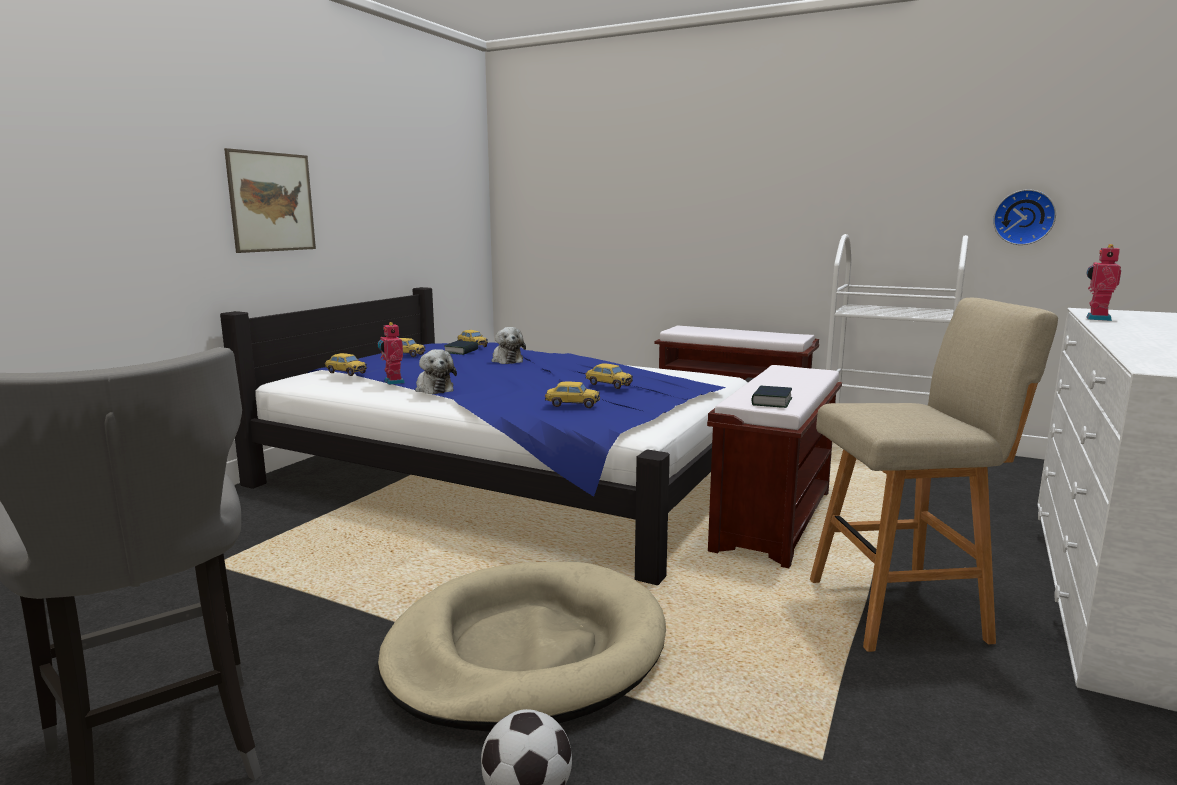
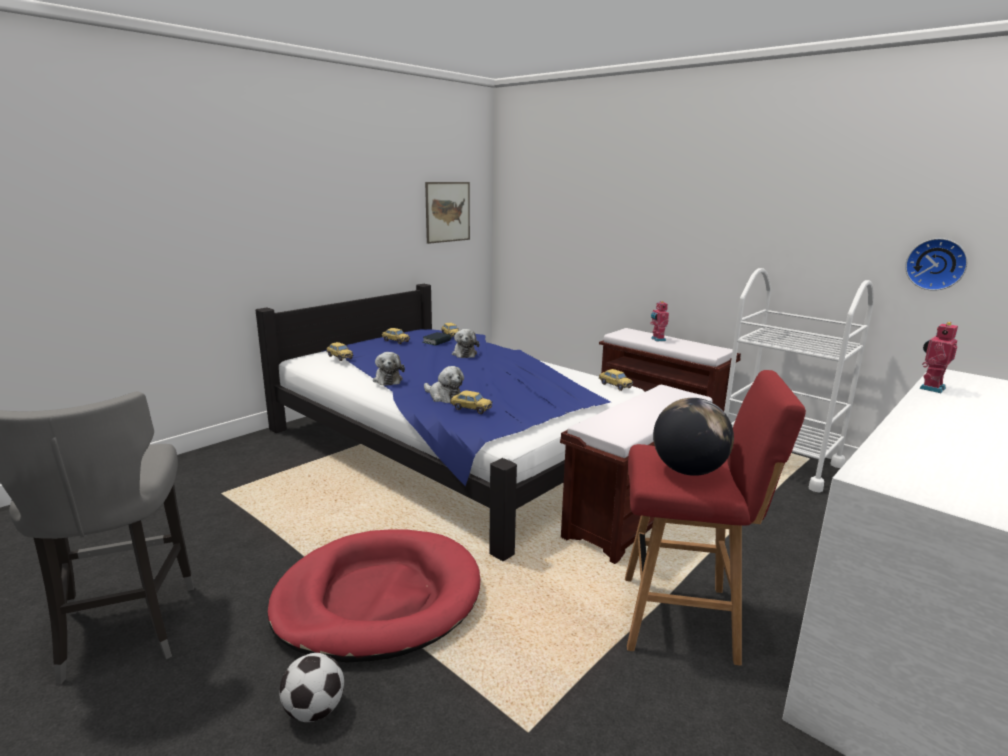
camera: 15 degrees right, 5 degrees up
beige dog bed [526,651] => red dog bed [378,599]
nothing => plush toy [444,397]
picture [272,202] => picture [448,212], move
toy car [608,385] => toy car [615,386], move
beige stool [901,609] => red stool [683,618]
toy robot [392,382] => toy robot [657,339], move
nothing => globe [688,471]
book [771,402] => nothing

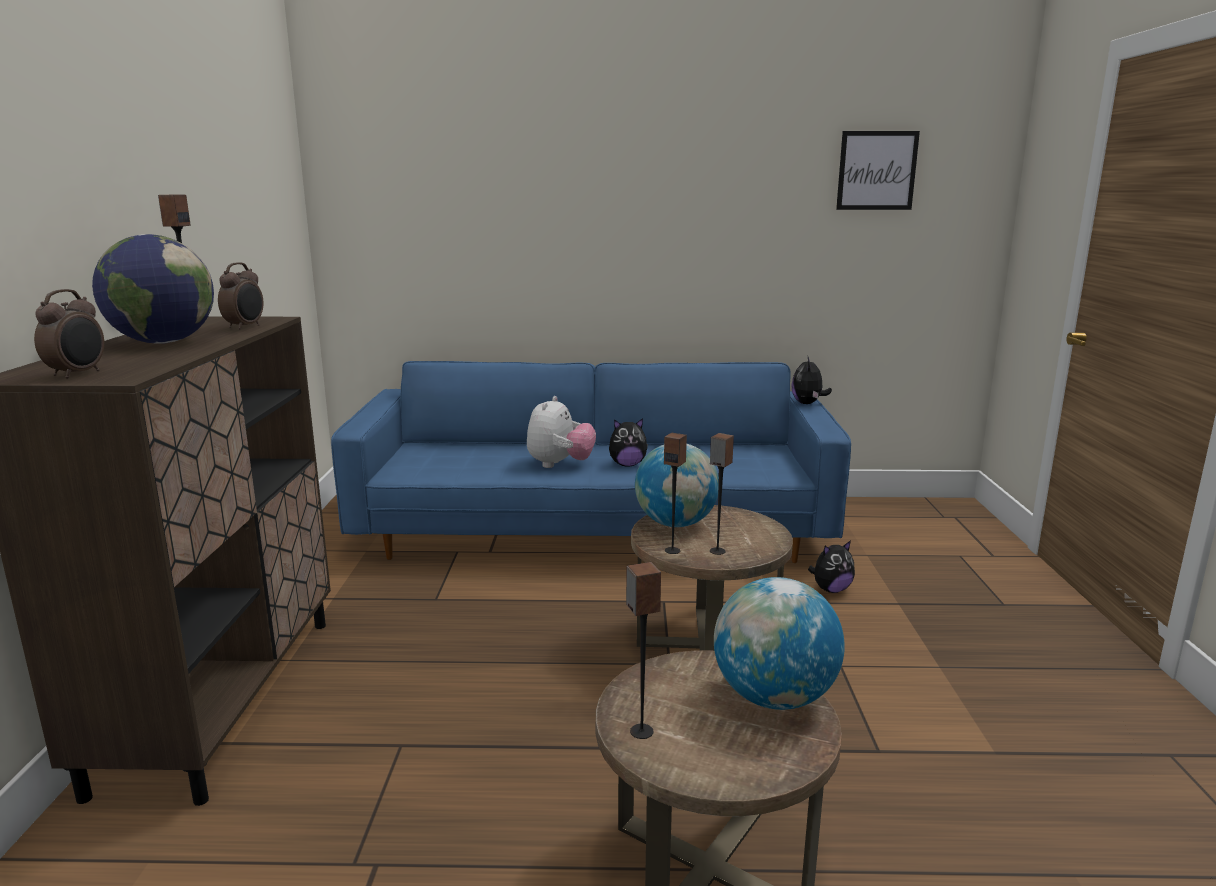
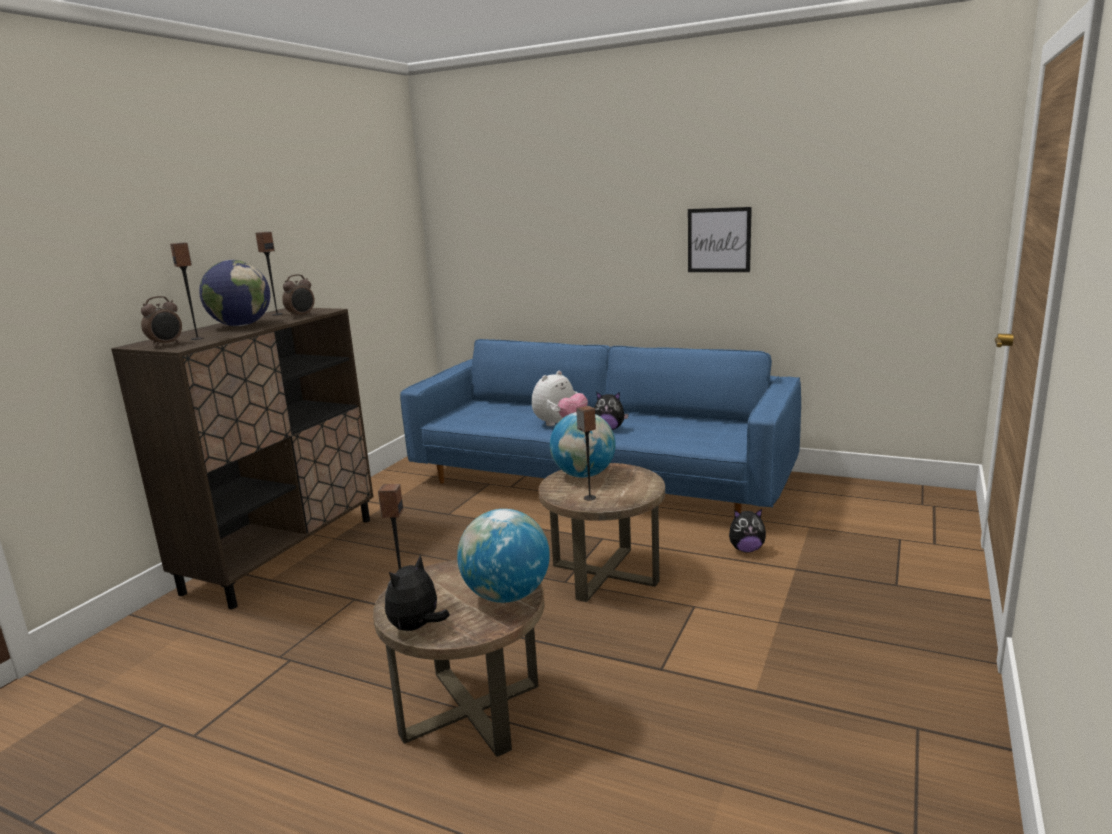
camera: 25 degrees right, 0 degrees up
speaker [672,550] => speaker [197,338], move
plush toy [808,403] => plush toy [416,628], move
picture [877,170] => picture [719,240], move

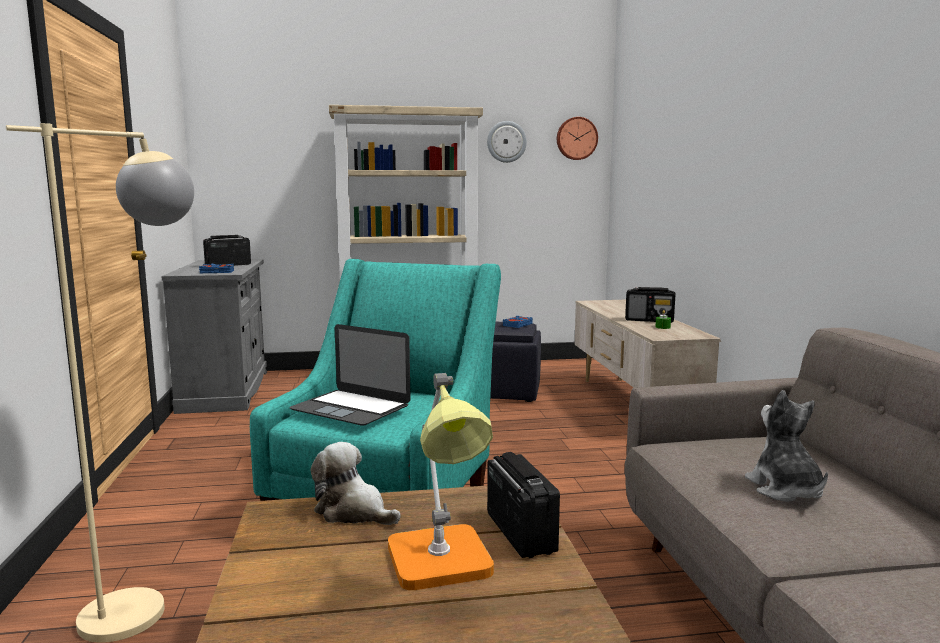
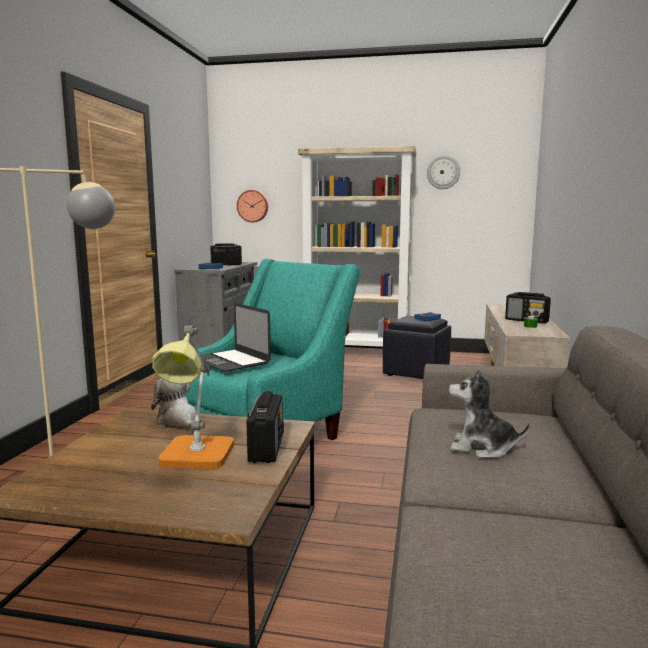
camera: 20 degrees right, 0 degrees up
wall clock [576,138] => wall clock [253,206], move
plush toy [785,490] => plush toy [482,448], 75 degrees counterclockwise

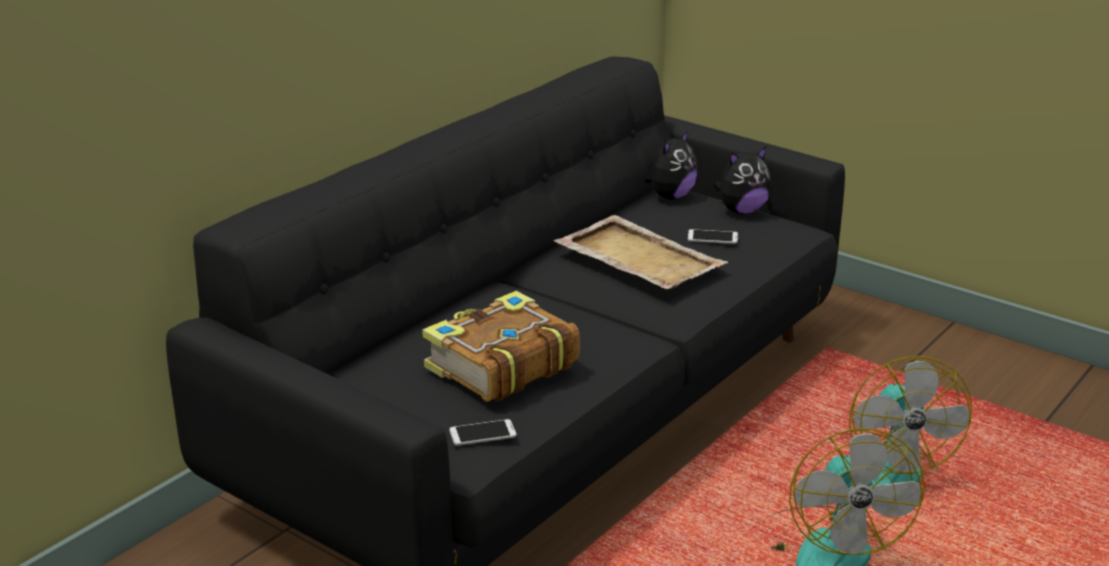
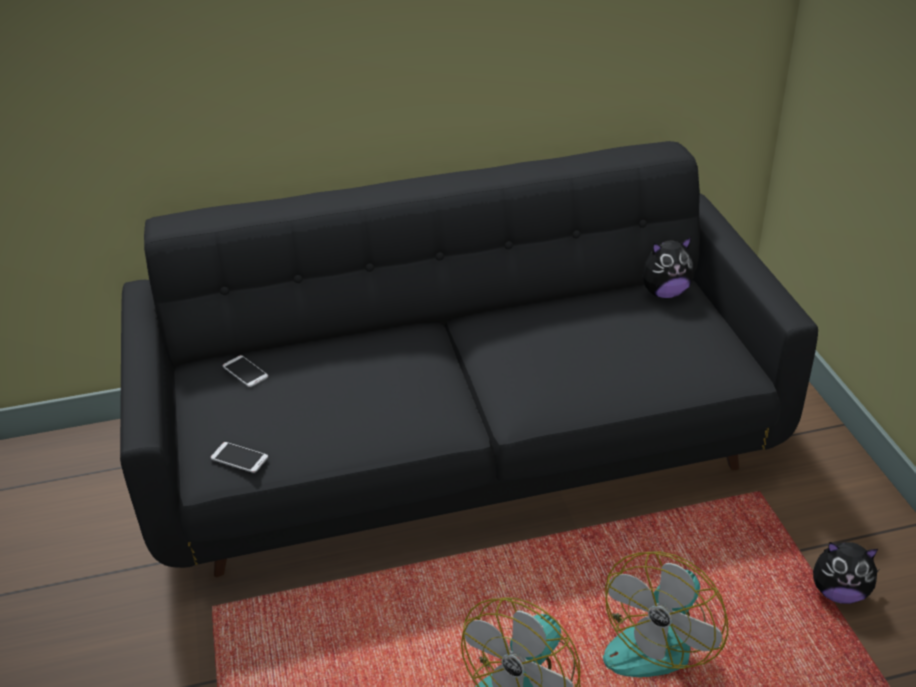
camera: 40 degrees right, 10 degrees up
phone [712,237] => phone [245,371], move
plush toy [741,211] => plush toy [839,592], move
book [499,366] => nothing
beige tray [638,257] => nothing

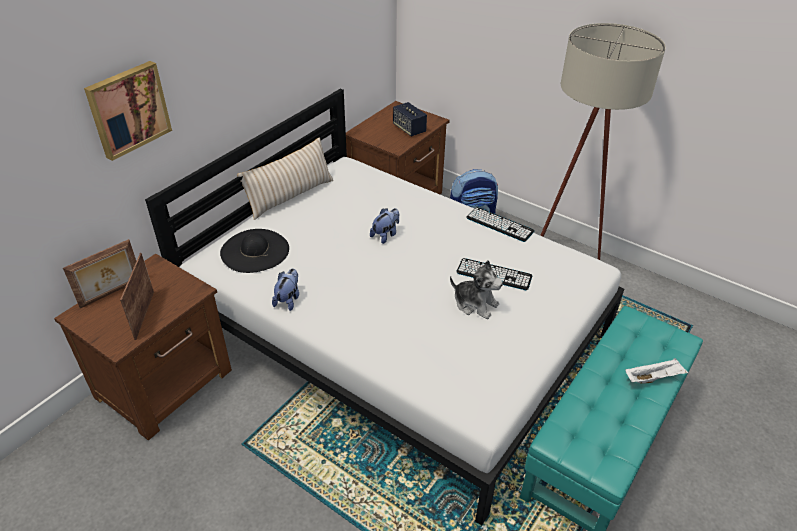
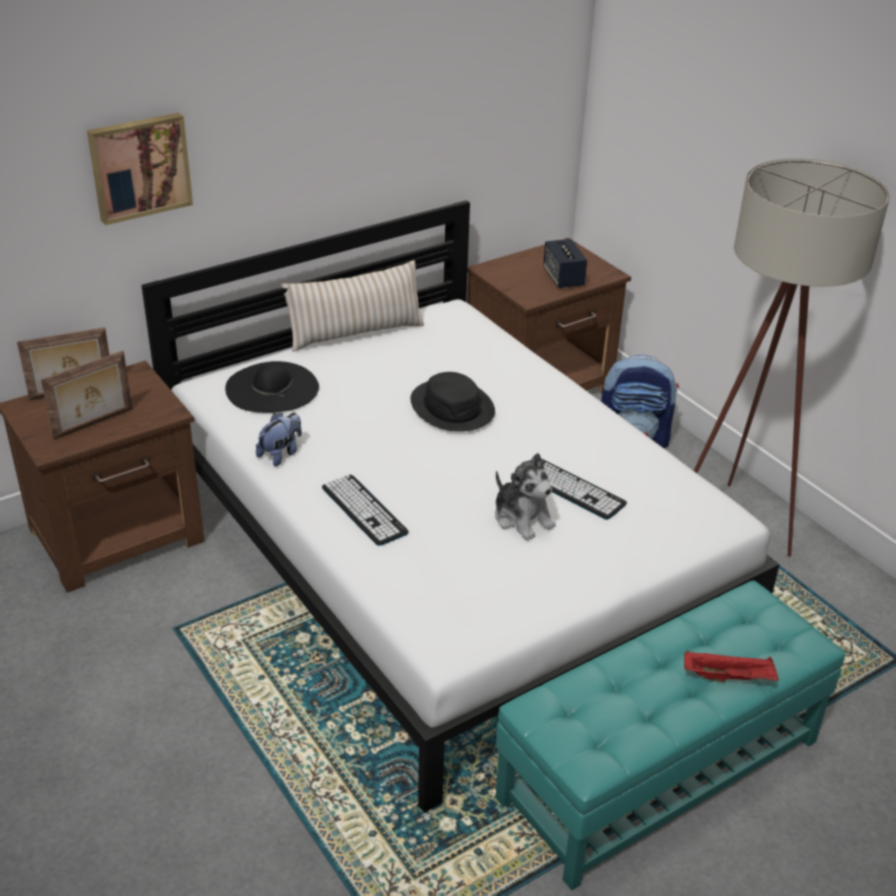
camera: 20 degrees right, 5 degrees down
picture frame [143,315] => picture frame [94,424], 150 degrees counterclockwise
keyboard [499,224] => keyboard [364,510], move
plush toy [385,235] => black hat [452,407]
white tray [653,378] => red tray [729,677]

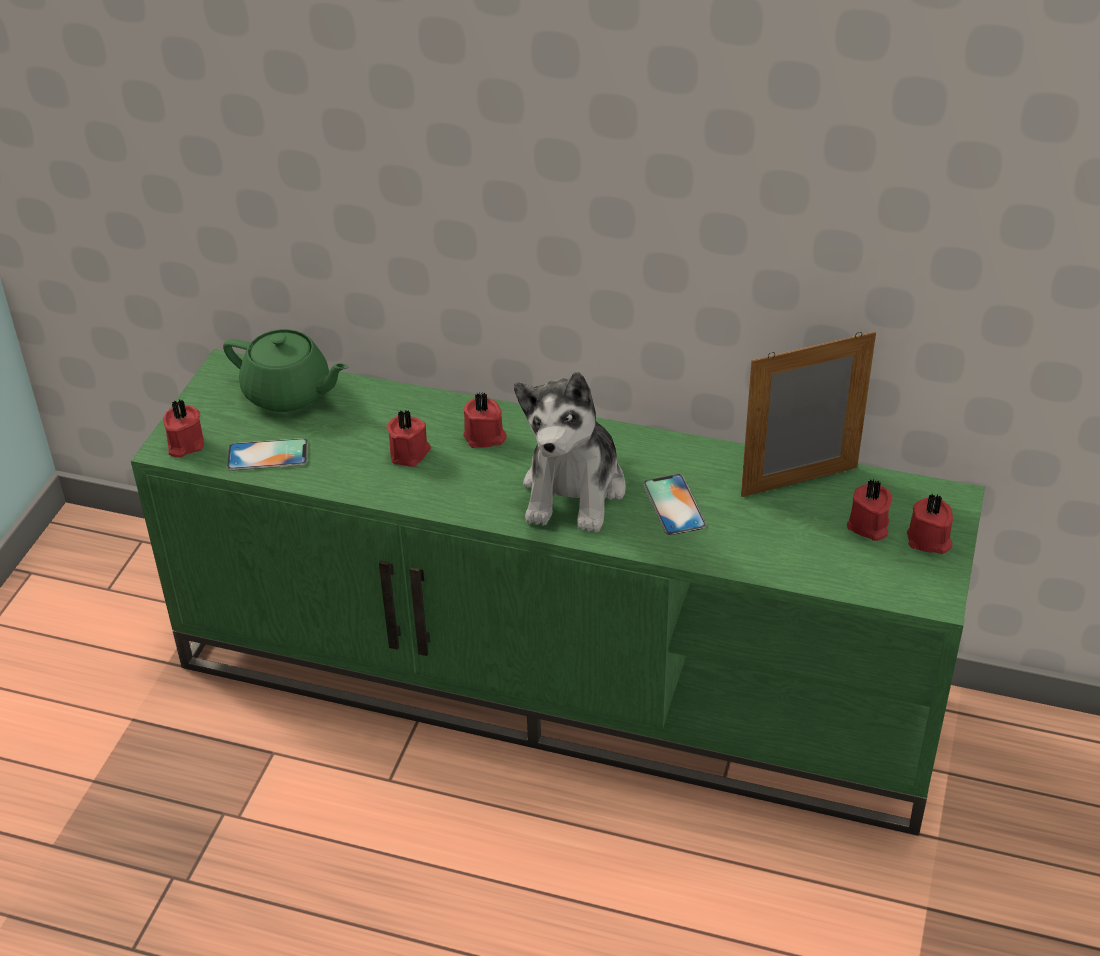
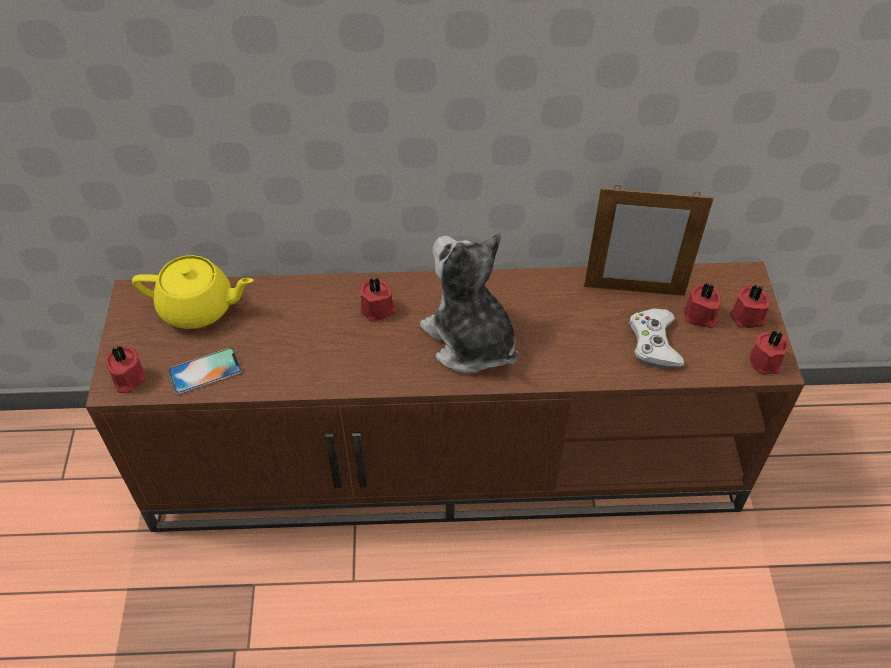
camera: 20 degrees left, 10 degrees up
green tv stand [561,680] => brown tv stand [448,459]
green teapot [289,393] => yellow teapot [198,308]
plush toy [574,490] => plush toy [470,341], 150 degrees clockwise
picture frame [799,481] => picture frame [634,290], 135 degrees counterclockwise
nothing => white game controller [654,343]
red candle [410,453] => red candle [766,361], move
phone [674,505] => nothing

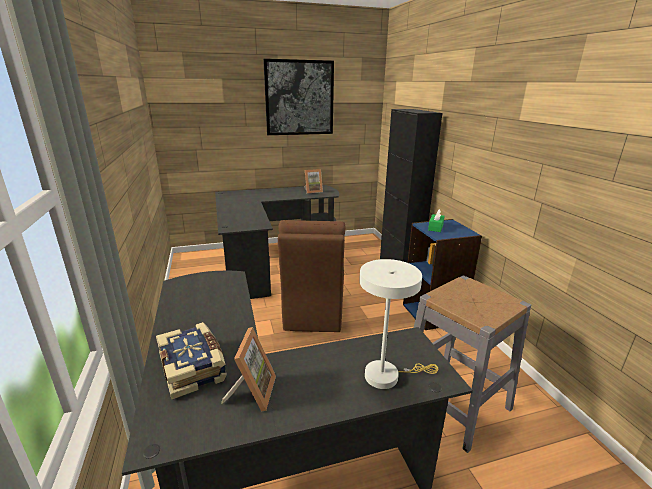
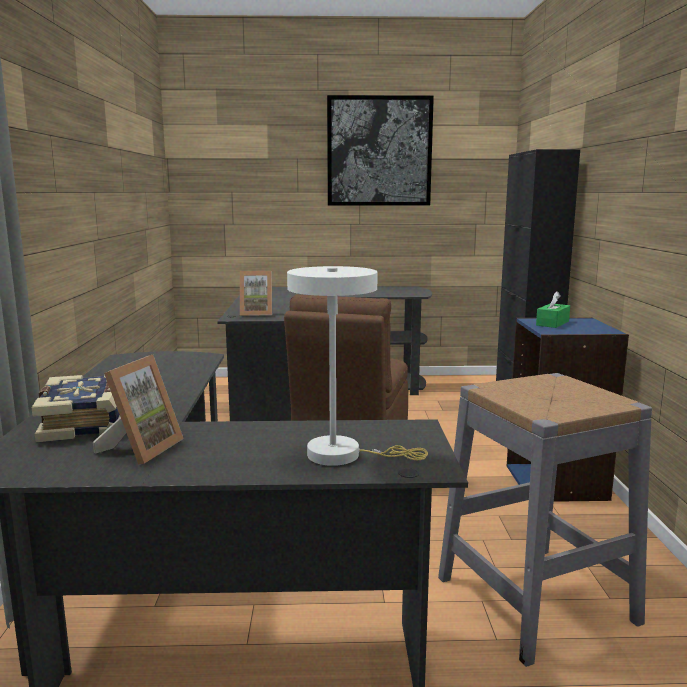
camera: 15 degrees right, 10 degrees down
picture frame [313,191] => picture frame [256,313], move

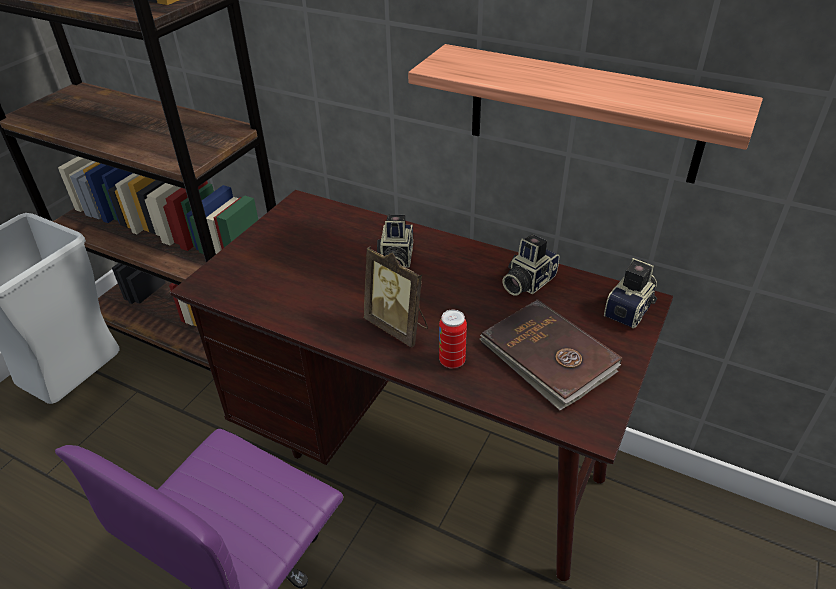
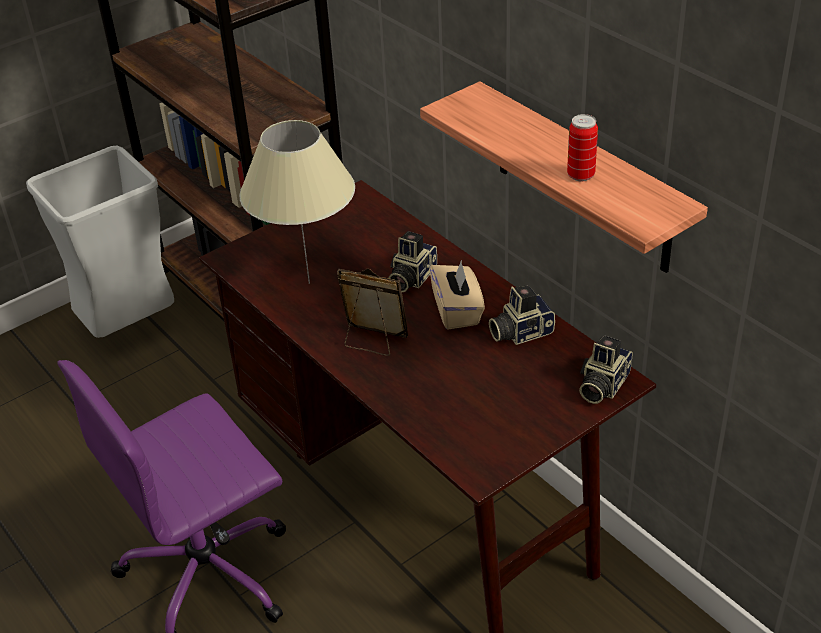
camera: 25 degrees right, 0 degrees up
nothing => beige table lamp [308,283]
picture frame [398,327] => picture frame [373,341], 135 degrees clockwise
nothing => beige tissue box [457,311]
can [452,361] => can [581,175], move
photo camera [631,309] => photo camera [601,385], 150 degrees clockwise
brown book [548,357] => nothing

